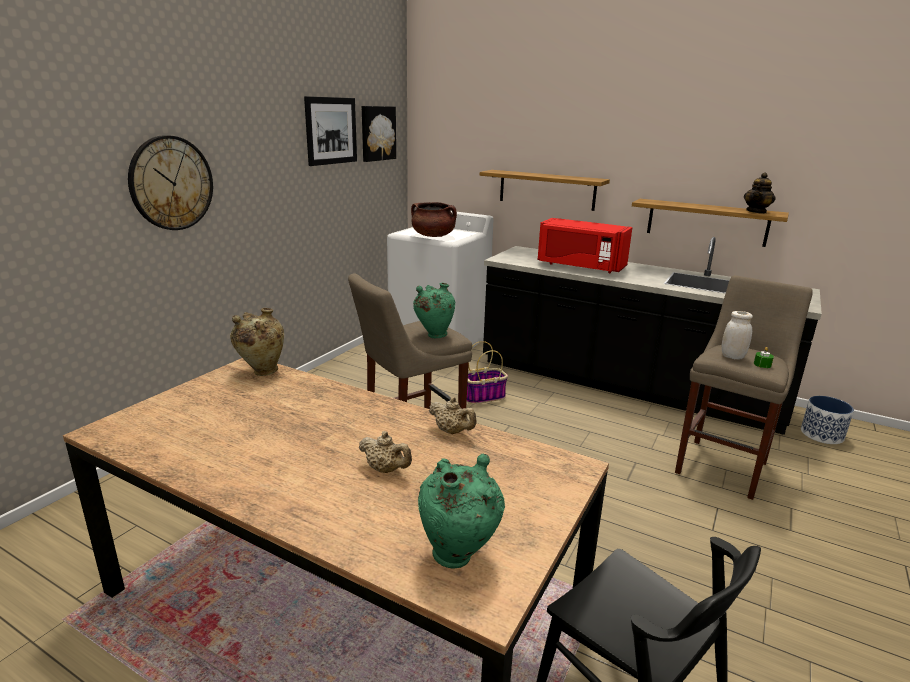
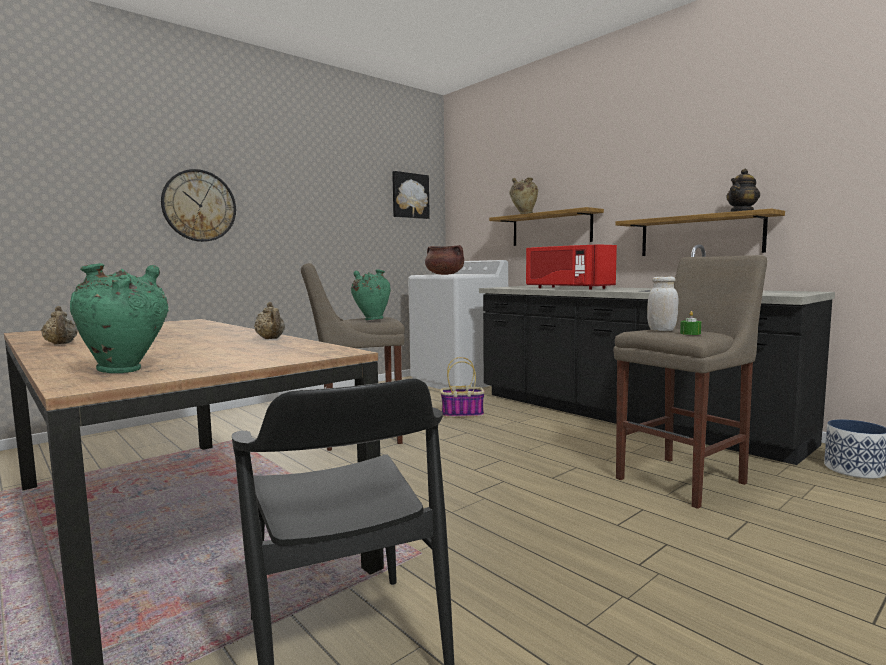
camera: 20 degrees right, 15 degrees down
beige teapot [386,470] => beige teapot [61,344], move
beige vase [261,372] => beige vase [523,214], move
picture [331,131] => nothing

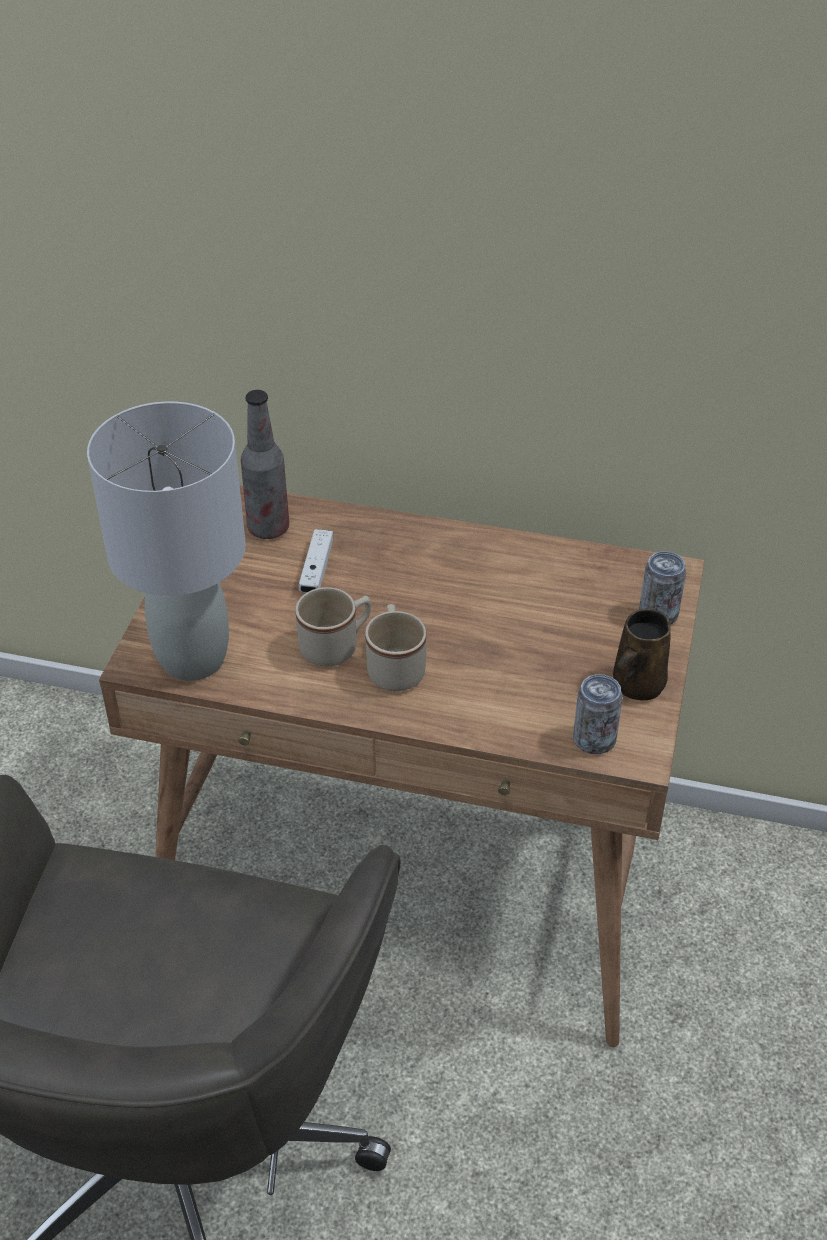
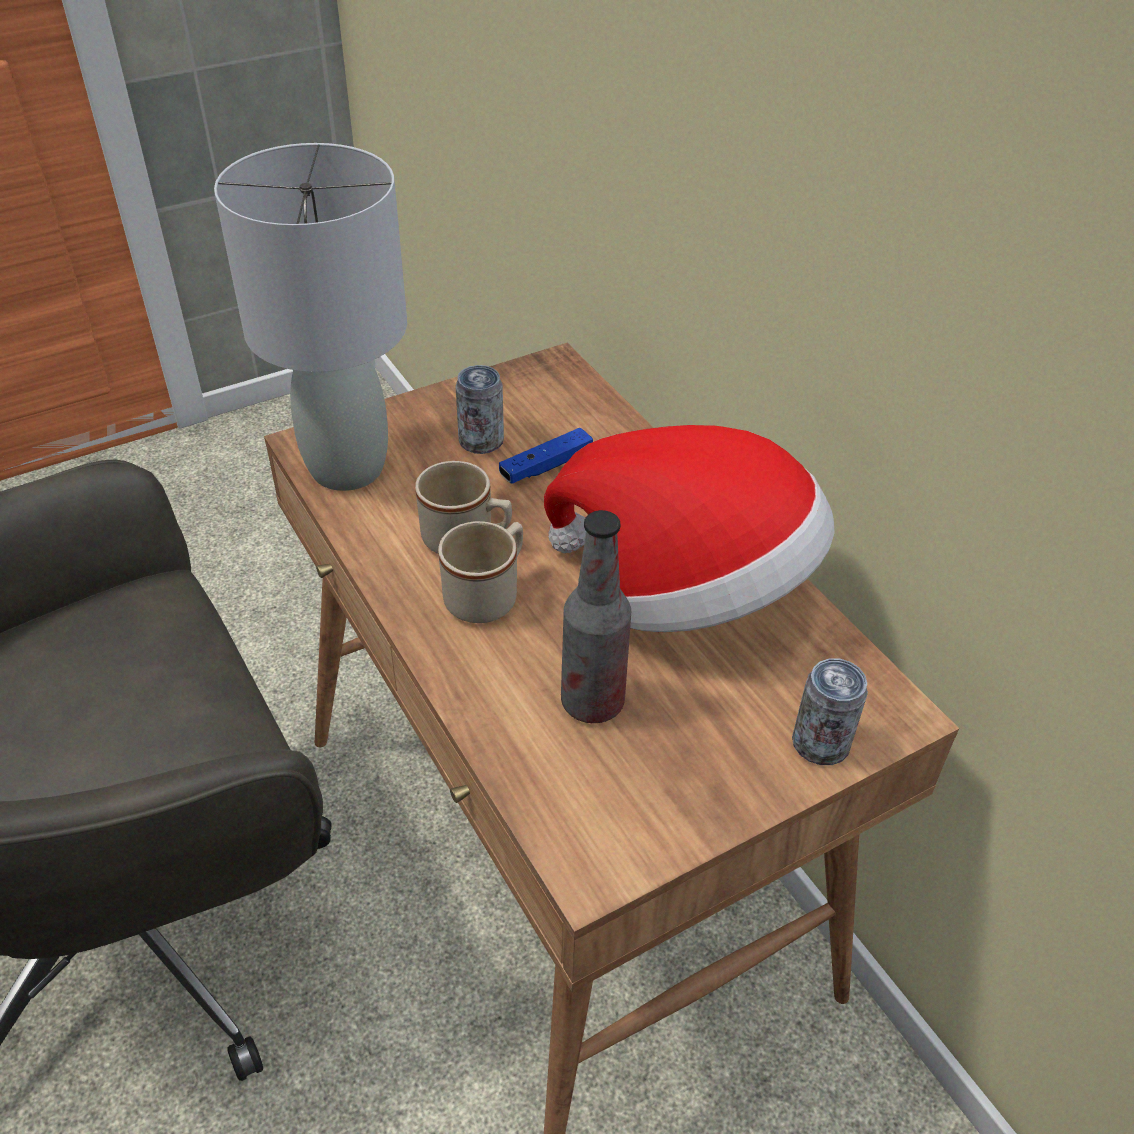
camera: 45 degrees right, 0 degrees up
can [594,739] => can [481,441], move
white game controller [316,569] => blue game controller [546,466]
nothing => hat [685,590]
bottle [268,528] => bottle [592,702], move
brown mug [636,686] => nothing

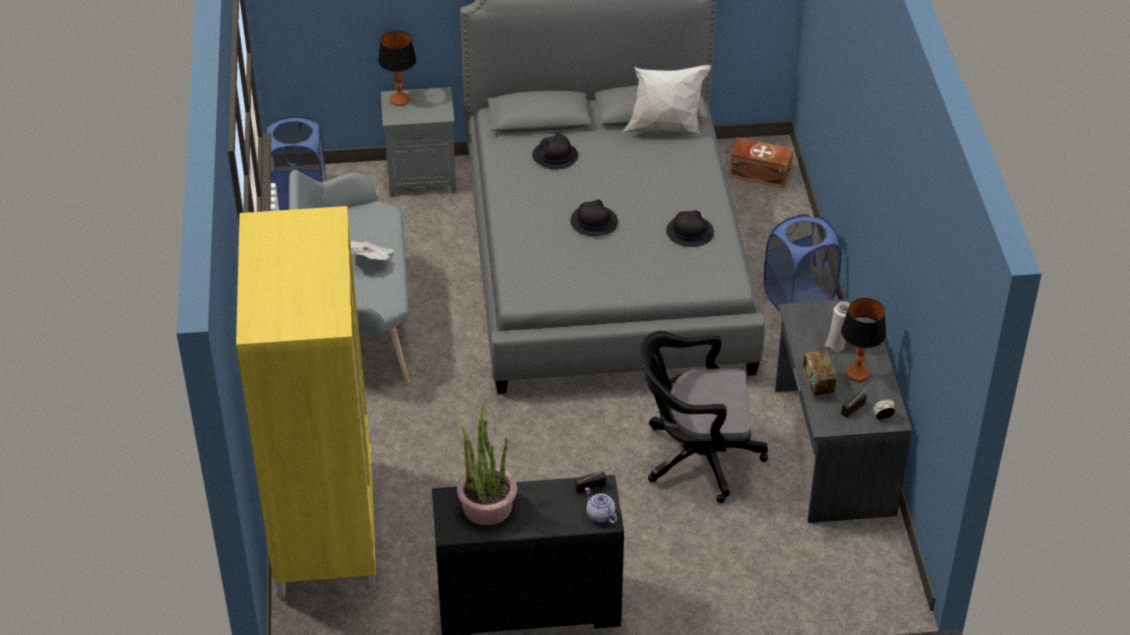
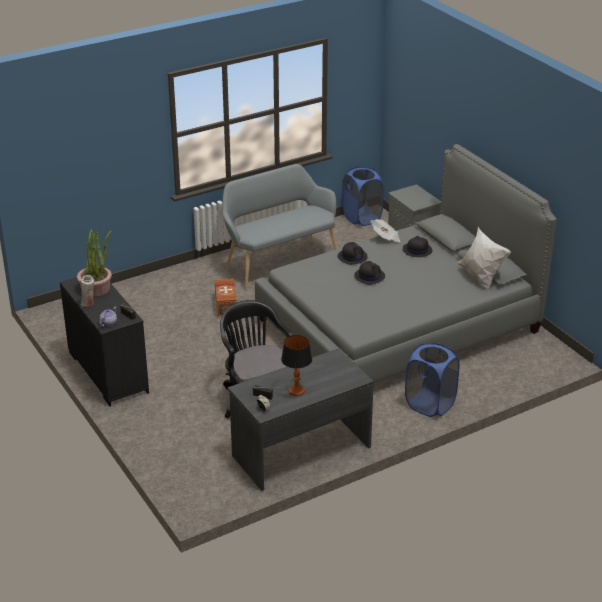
camera: 65 degrees right, 10 degrees down
white vase [837,344] => white vase [88,304], move
brown storage box [759,173] => brown storage box [226,305], move
black hat [689,232] => black hat [352,256], move
newspaper [370,260] => newspaper [385,238], move
yellow wardrobe [324,526] => nothing
table lamp [400,99] => nothing
radio [818,384] => nothing

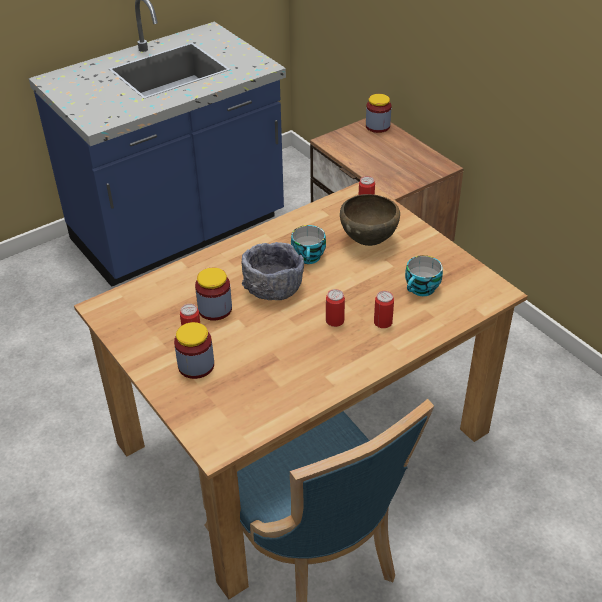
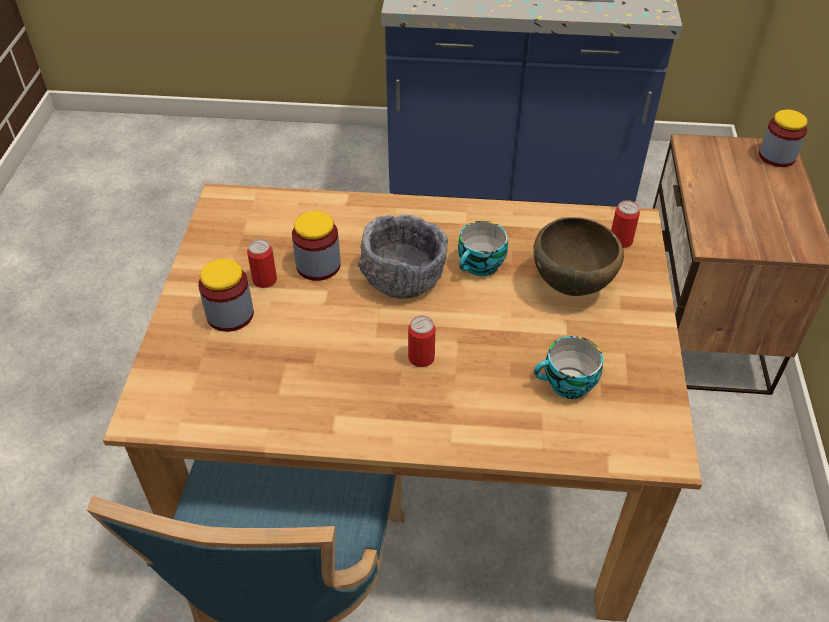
camera: 40 degrees right, 5 degrees up
can [383,322] => nothing

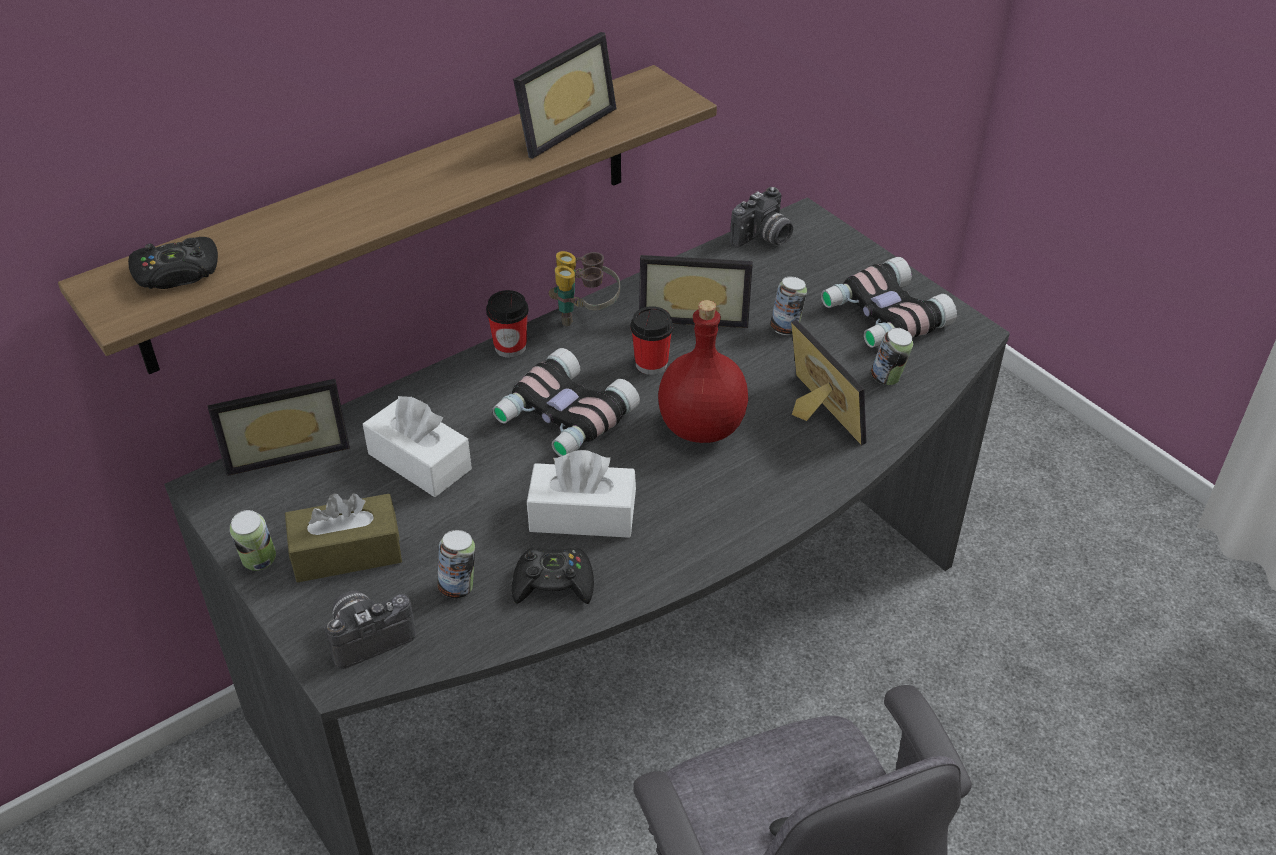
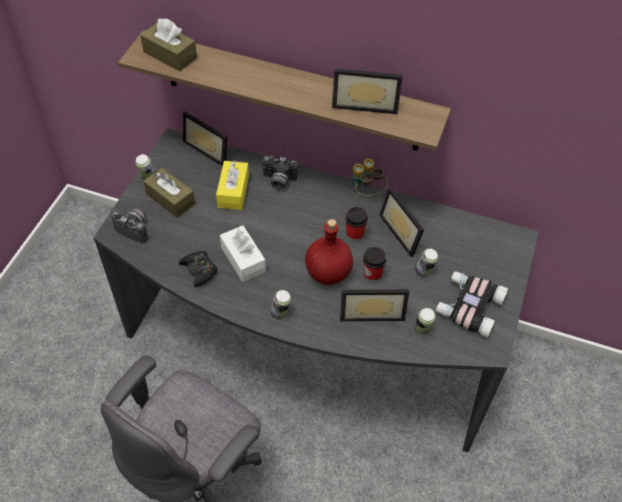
camera: 55 degrees right, 10 degrees up
black game controller [177,273] => brown tissue box [170,55]
white tissue box [419,461] => yellow tissue box [233,191]
photo camera [763,239] => photo camera [278,181], move
can [459,587] => can [280,313], move
picture frame [814,414] => picture frame [371,311], 60 degrees clockwise
cup [510,347] => cup [372,274], move
binoculars [563,418] => nothing

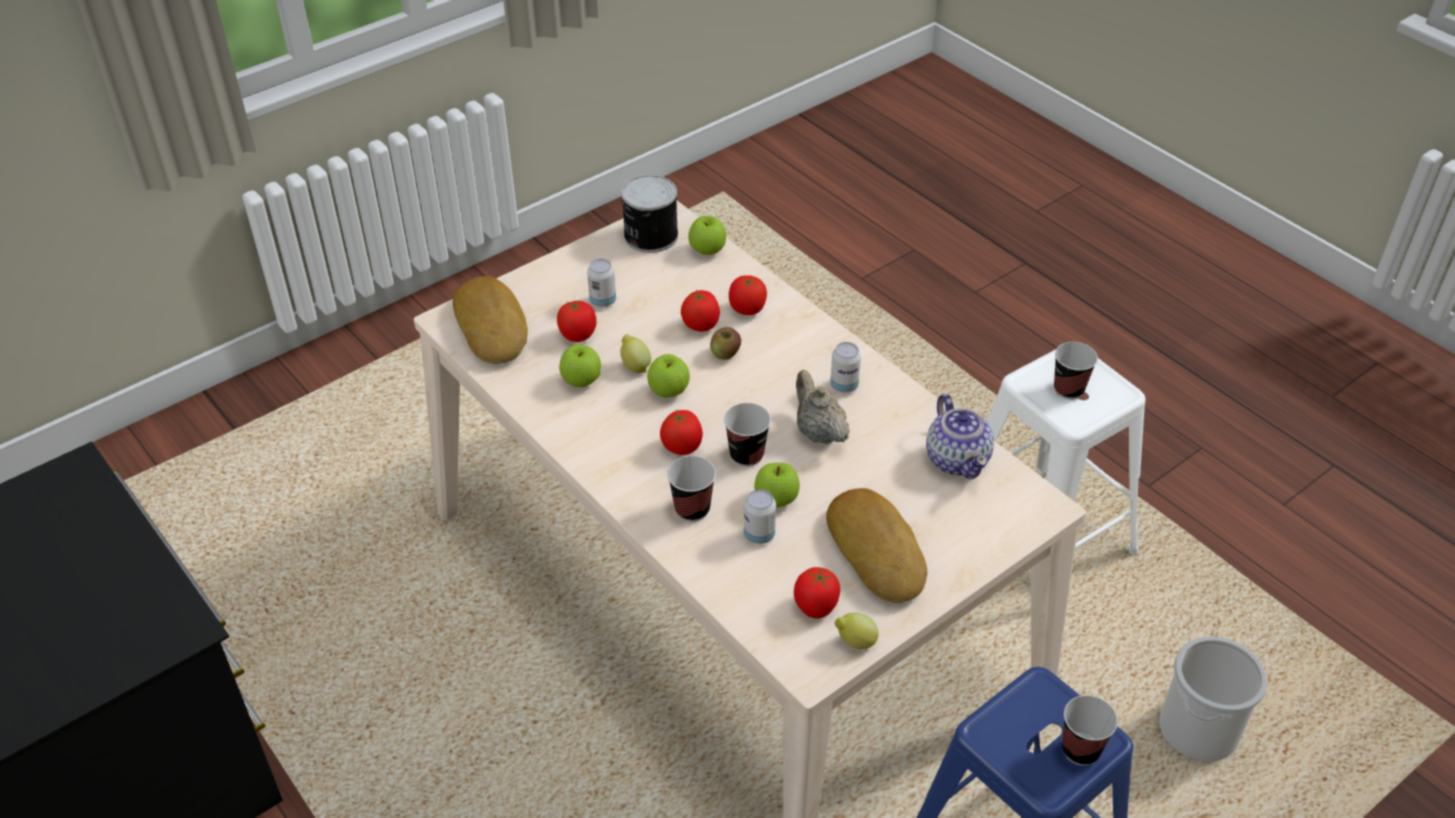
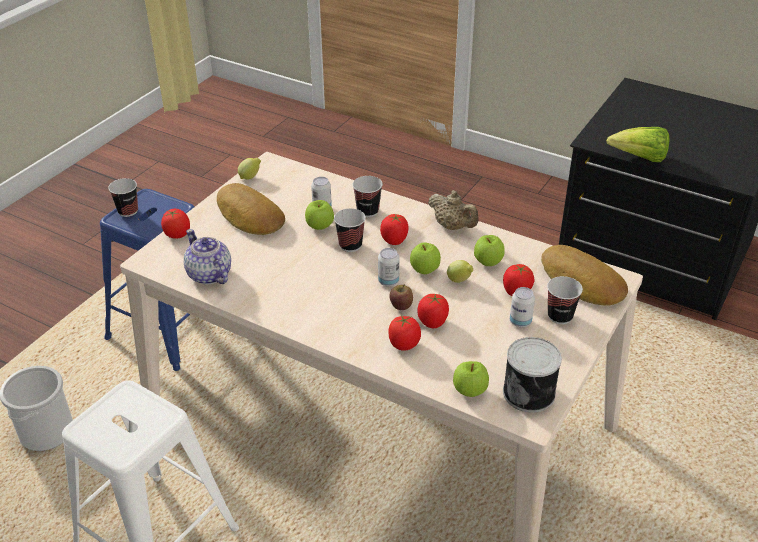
camera: 160 degrees right, 5 degrees down
tomato [816,607] => tomato [177,234], move
can [844,386] => can [388,281], move
beige teapot [818,432] => beige teapot [452,227], move
cup [1068,389] => cup [560,316], move
nothing => lettuce [639,158]

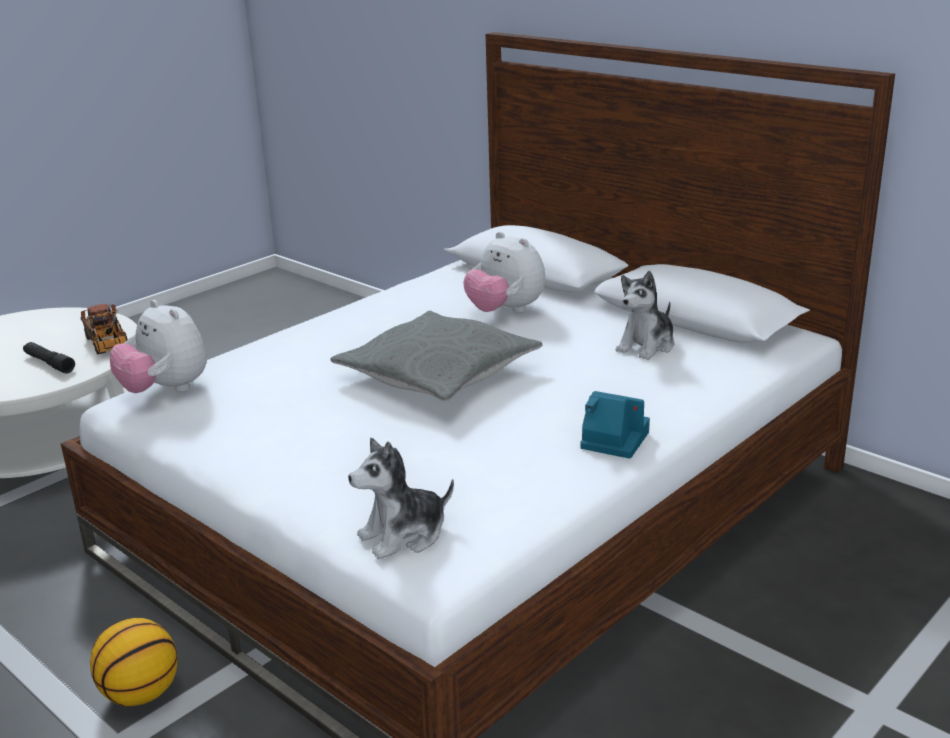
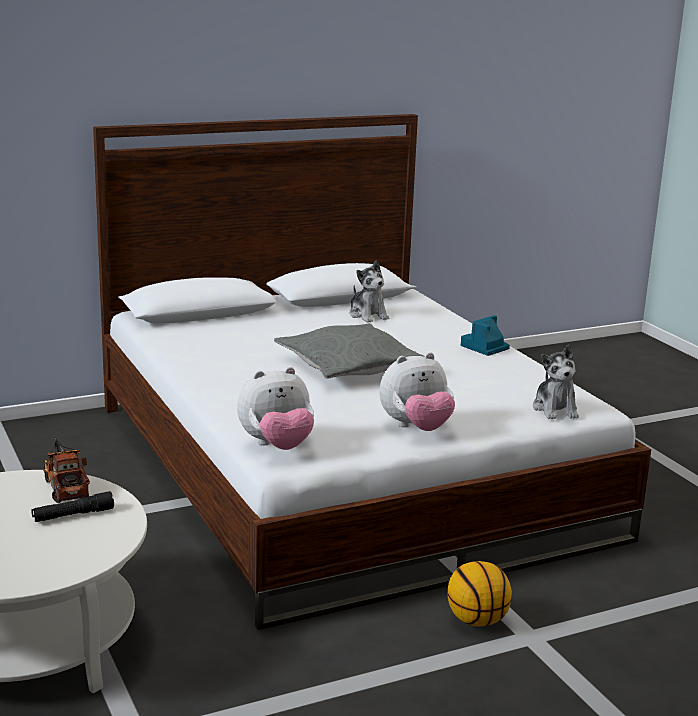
camera: 70 degrees left, 5 degrees down
toy truck [108,345] => toy truck [65,486], 105 degrees counterclockwise
plush toy [505,311] => plush toy [416,428], move

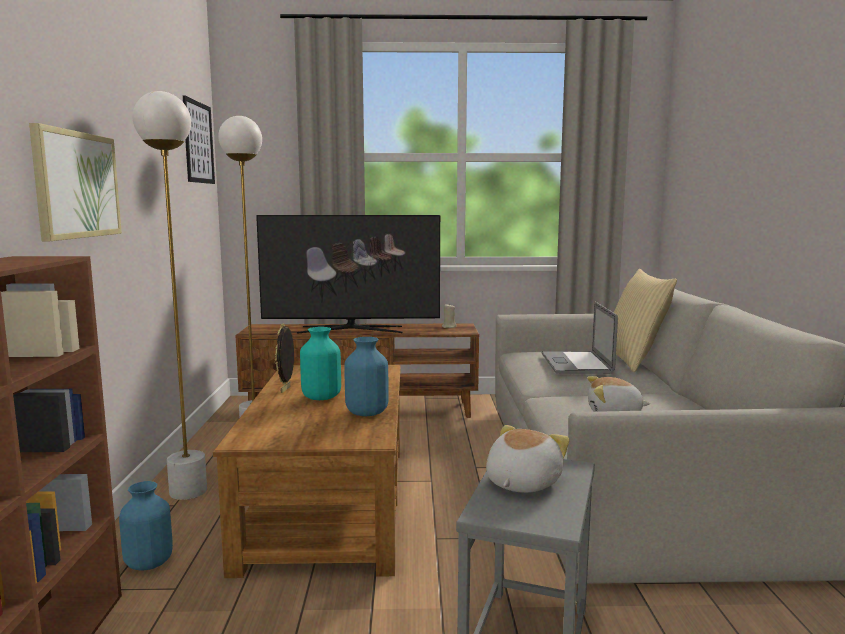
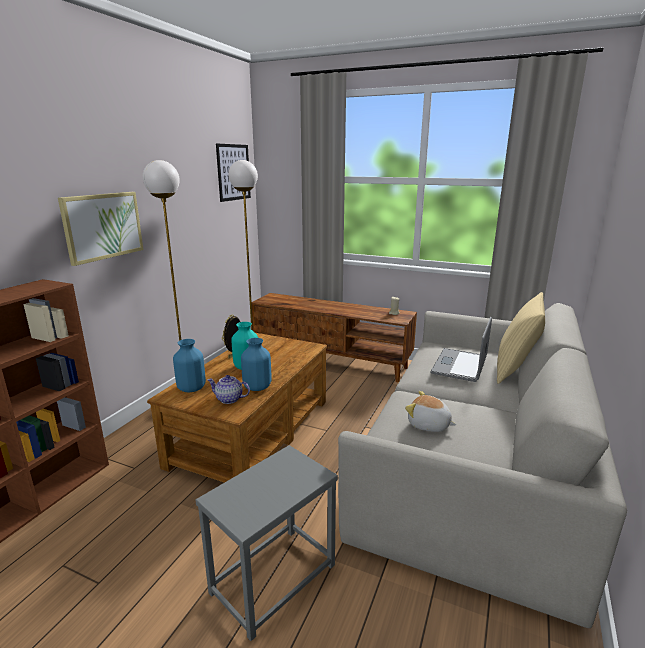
camera: 25 degrees right, 10 degrees up
blue vase [148,563] => blue vase [191,388], move
nothing => teapot [229,399]
television [350,329] => nothing
plush toy [521,483] => nothing

